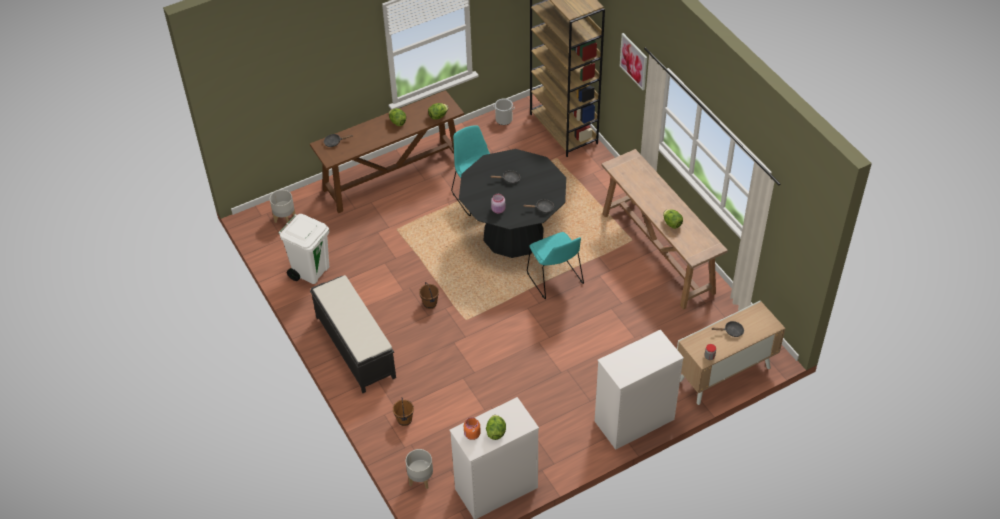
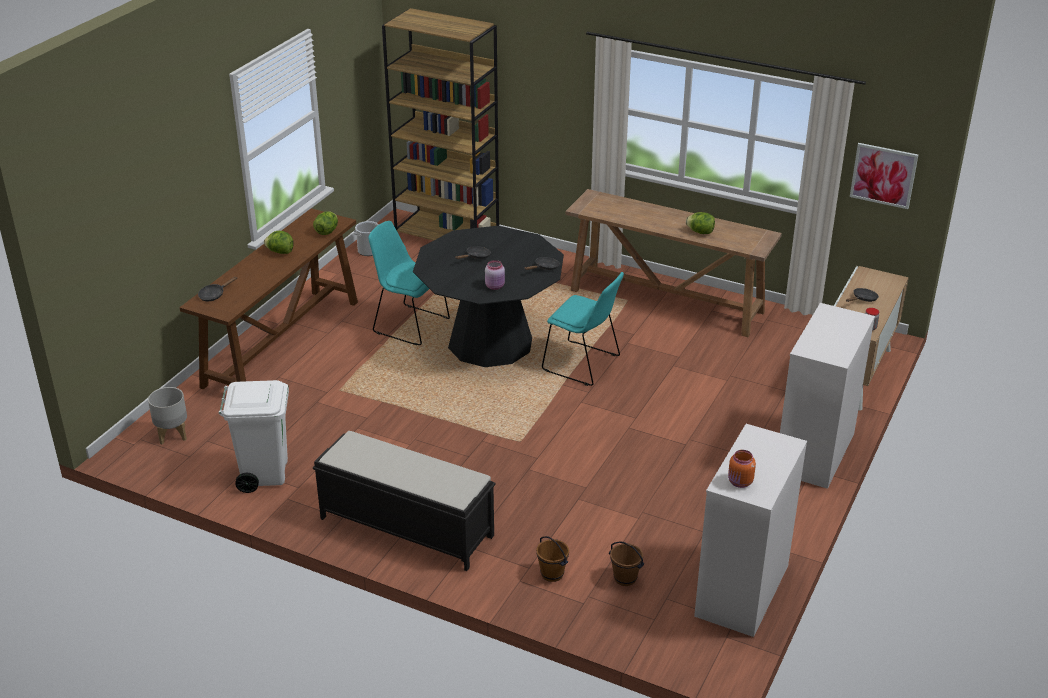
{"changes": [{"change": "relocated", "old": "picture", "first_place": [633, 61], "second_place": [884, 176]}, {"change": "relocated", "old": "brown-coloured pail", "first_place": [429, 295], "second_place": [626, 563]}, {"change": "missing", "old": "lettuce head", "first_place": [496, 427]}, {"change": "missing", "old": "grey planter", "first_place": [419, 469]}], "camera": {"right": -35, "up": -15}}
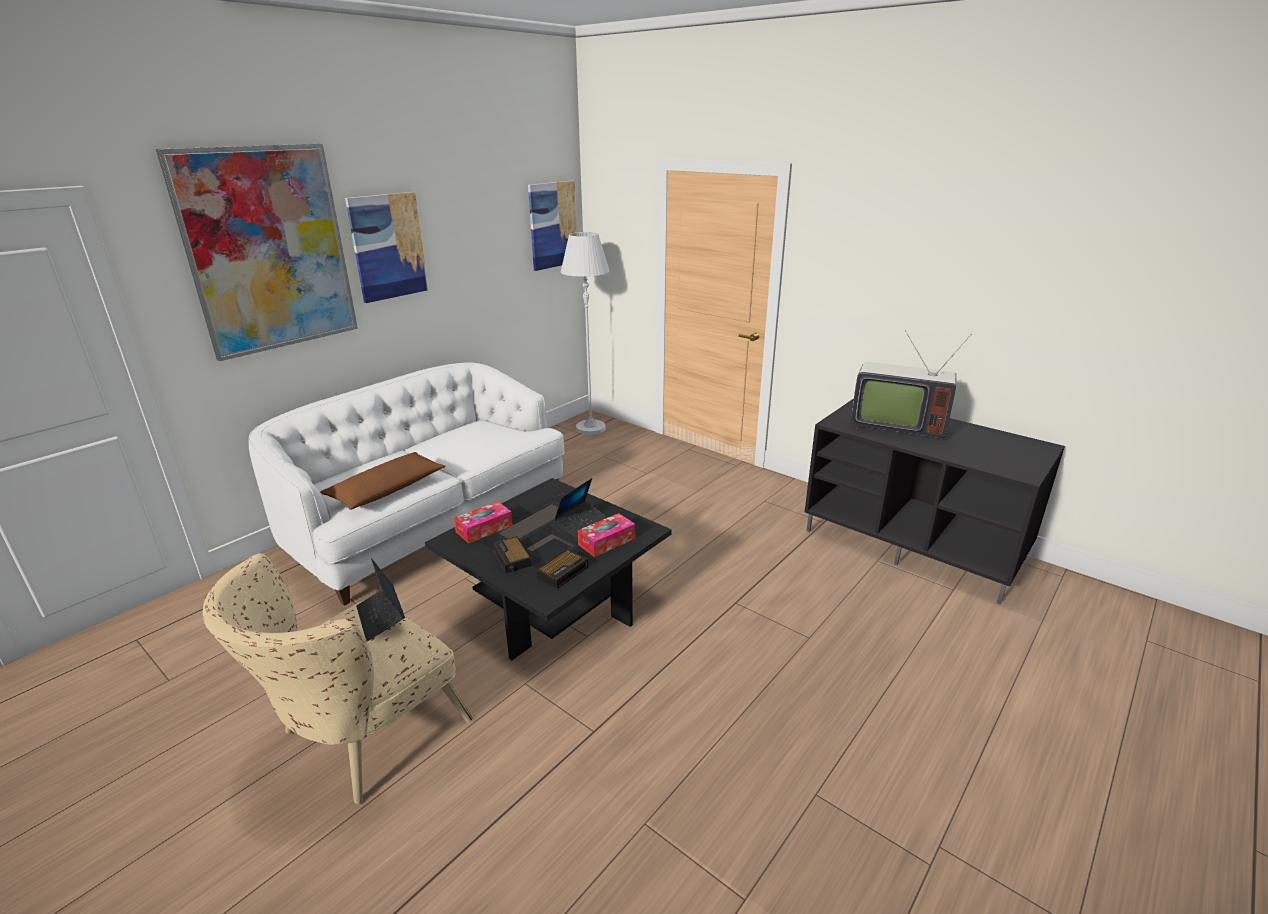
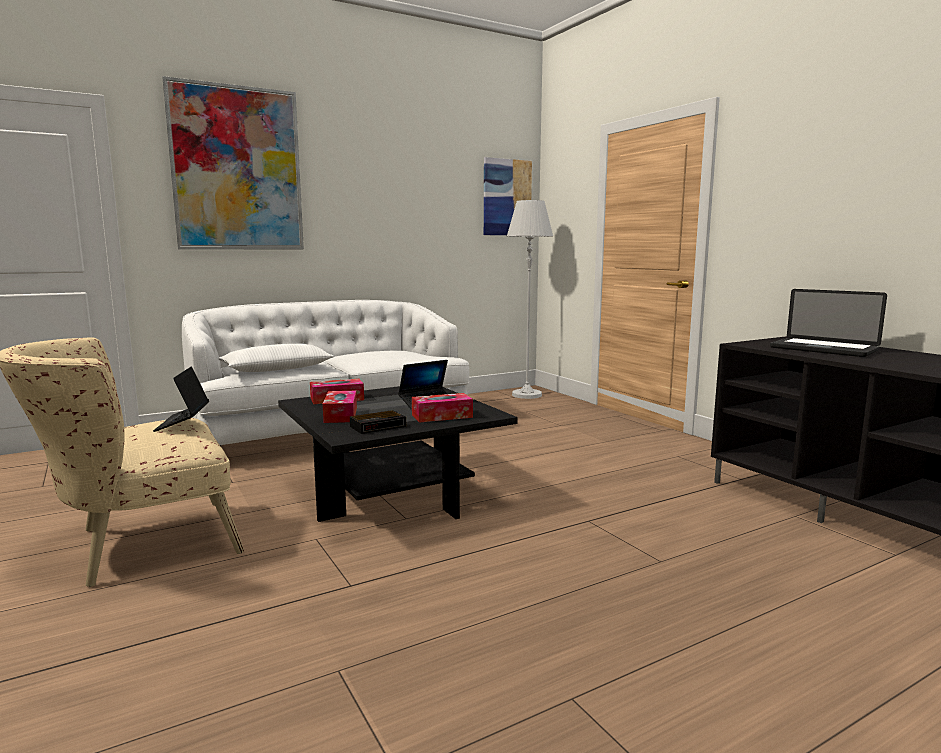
{"changes": [{"change": "missing", "old": "picture", "first_place": [387, 247]}, {"change": "exchanged", "old": "TV", "new": "portable computer", "first_place": [911, 385], "second_place": [828, 323]}, {"change": "colour", "old": "brown-coloured pillow", "new": "white-coloured pillow", "first_place": [383, 481], "second_place": [276, 358]}, {"change": "exchanged", "old": "alarm clock", "new": "tissue holder", "first_place": [512, 554], "second_place": [340, 407]}], "camera": {"right": 20, "up": -15}}
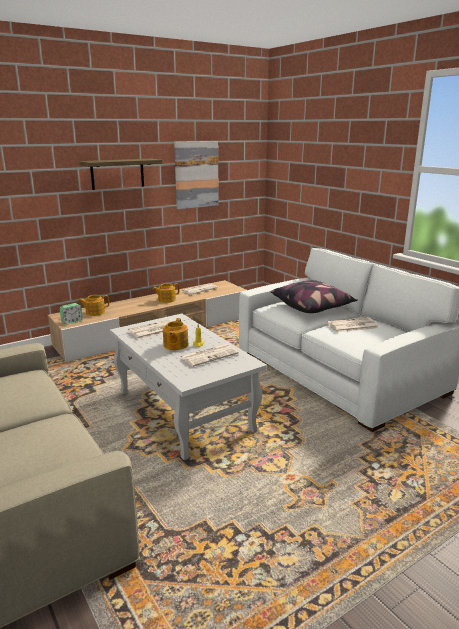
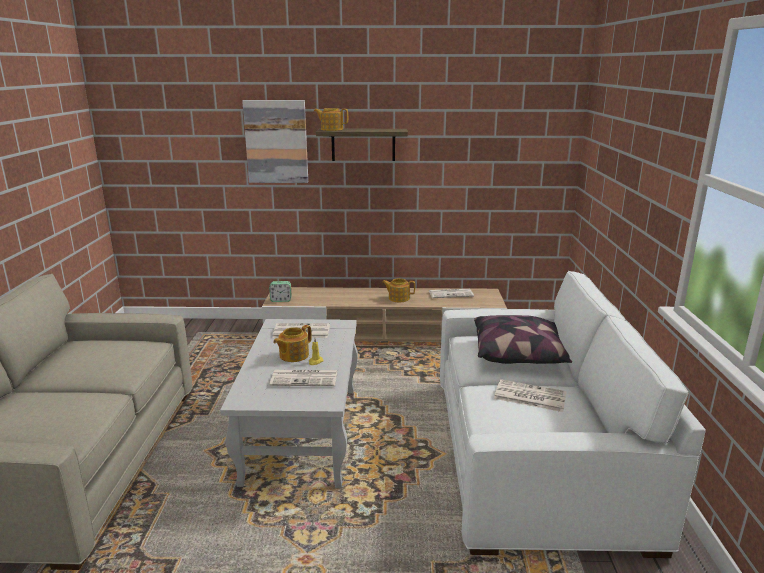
{"changes": [{"change": "relocated", "old": "picture", "first_place": [196, 175], "second_place": [275, 141]}, {"change": "relocated", "old": "teapot", "first_place": [93, 305], "second_place": [331, 119]}], "camera": {"right": 35, "up": 0}}
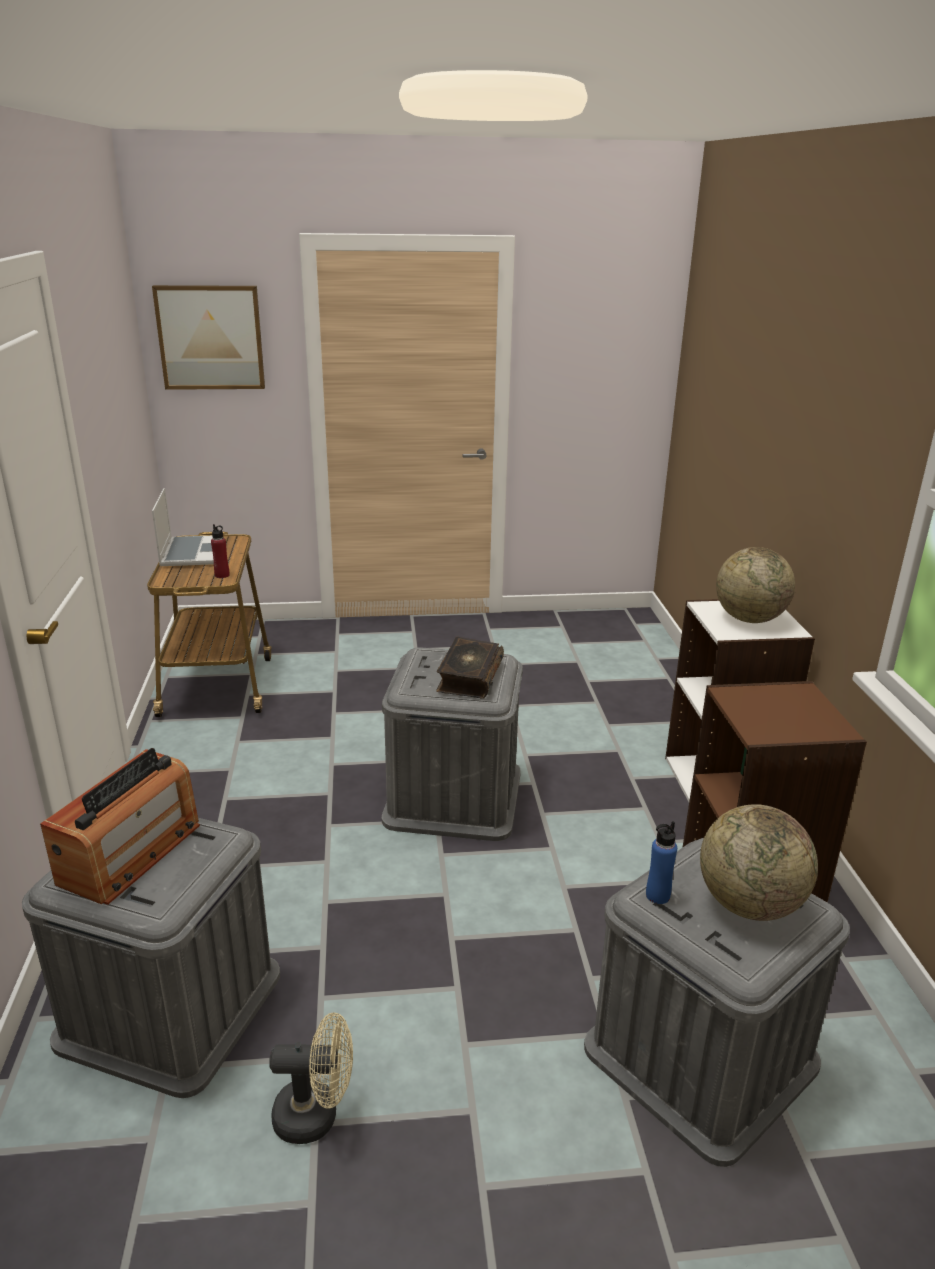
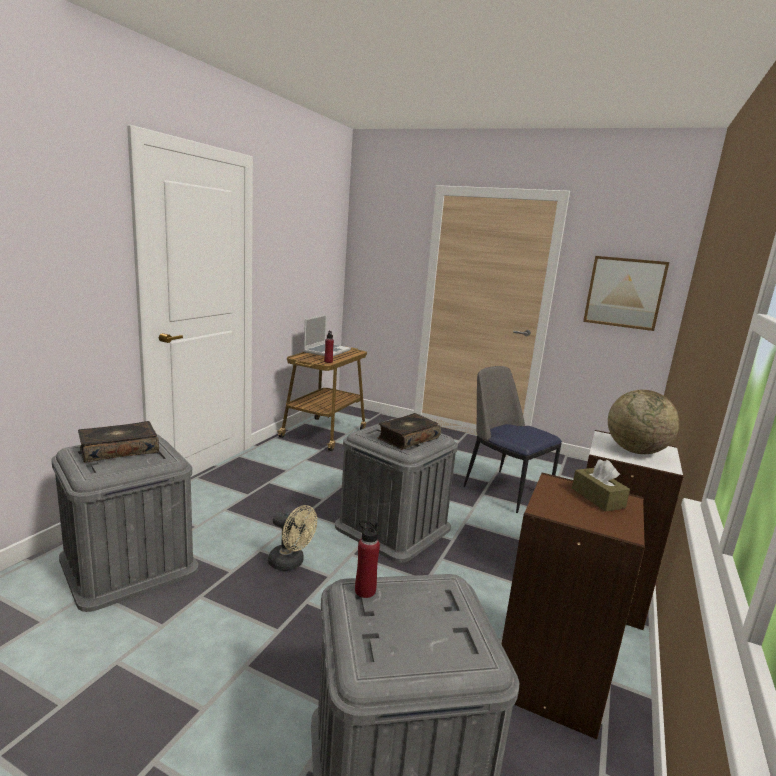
{"changes": [{"change": "relocated", "old": "picture", "first_place": [208, 337], "second_place": [626, 293]}, {"change": "exchanged", "old": "radio", "new": "bound book", "first_place": [120, 826], "second_place": [118, 442]}, {"change": "missing", "old": "globe", "first_place": [759, 862]}, {"change": "colour", "old": "blue drink bottle", "new": "red drink bottle", "first_place": [661, 862], "second_place": [367, 559]}, {"change": "relocated", "old": "beige-coloured fan", "first_place": [311, 1078], "second_place": [292, 538]}, {"change": "appeared", "new": "plain chair", "second_place": [513, 439]}, {"change": "appeared", "new": "brown-coloured tissue holder", "second_place": [601, 485]}], "camera": {"right": 30, "up": -10}}
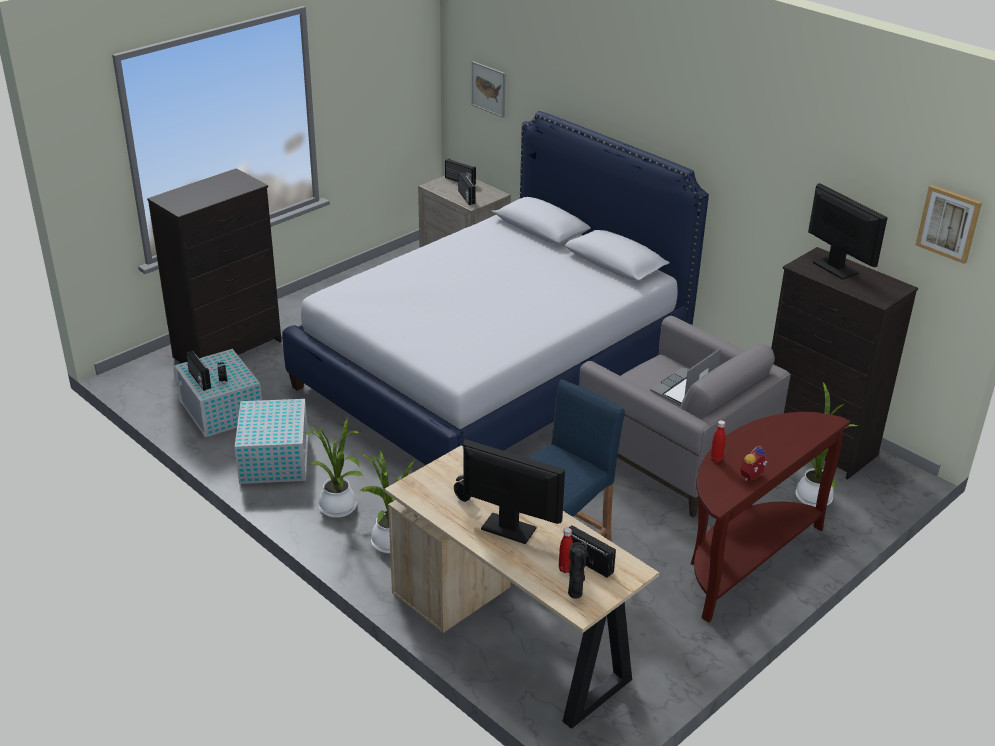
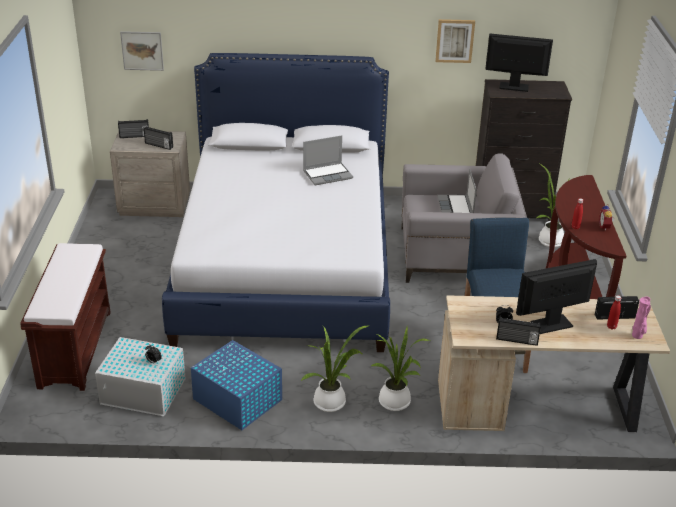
{"changes": [{"change": "exchanged", "old": "black drawer chest", "new": "brown-coloured long seat", "first_place": [214, 265], "second_place": [65, 317]}, {"change": "relocated", "old": "picture", "first_place": [949, 224], "second_place": [455, 41]}, {"change": "relocated", "old": "radio", "first_place": [198, 370], "second_place": [518, 331]}, {"change": "colour", "old": "white-coloured storage box", "new": "blue storage box", "first_place": [271, 441], "second_place": [236, 385]}, {"change": "colour", "old": "black flower vase", "new": "pink flower vase", "first_place": [578, 570], "second_place": [641, 318]}, {"change": "appeared", "new": "portable computer", "second_place": [328, 160]}], "camera": {"right": -45, "up": 0}}
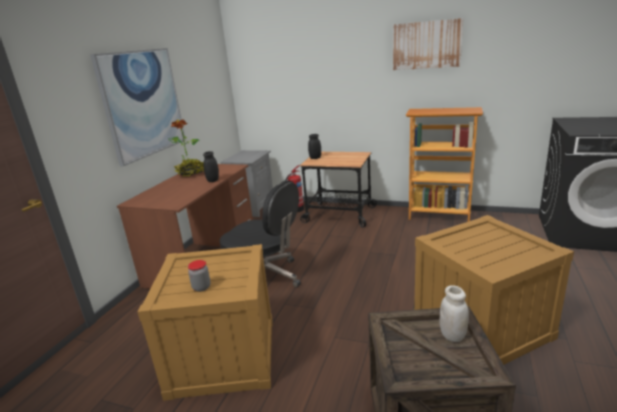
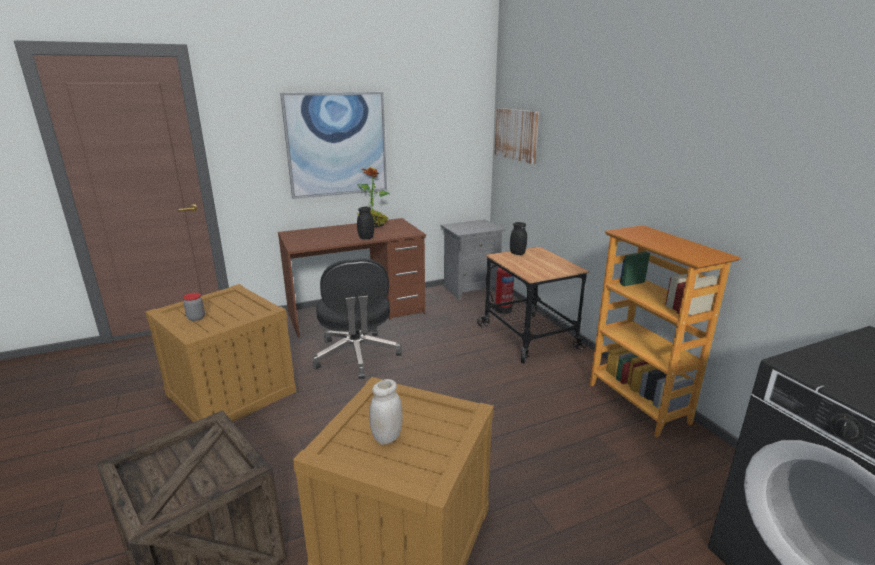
{"changes": [{"change": "relocated", "old": "picture", "first_place": [428, 44], "second_place": [516, 136]}, {"change": "relocated", "old": "white-coloured preserve jar", "first_place": [454, 313], "second_place": [386, 412]}], "camera": {"right": 45, "up": 0}}
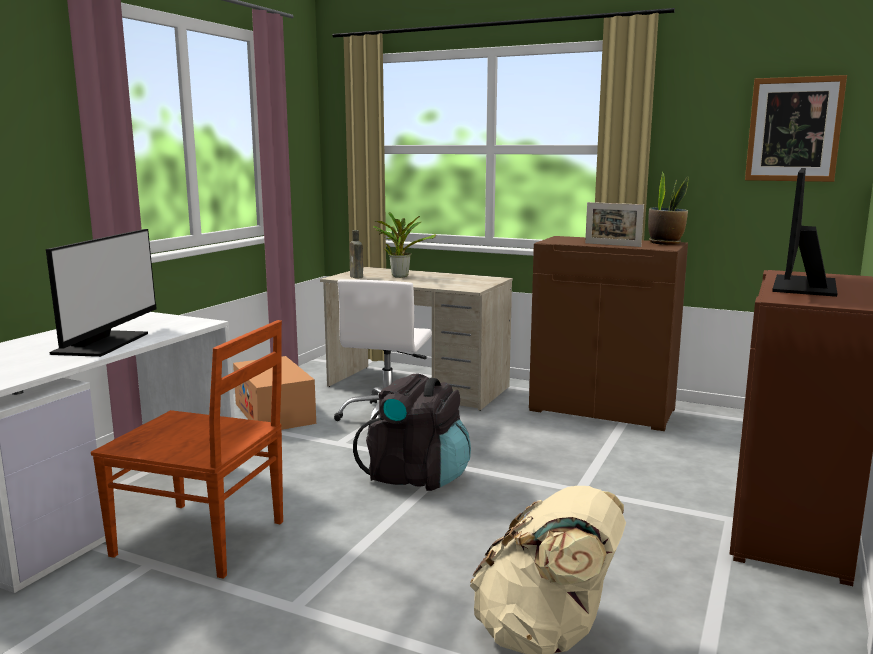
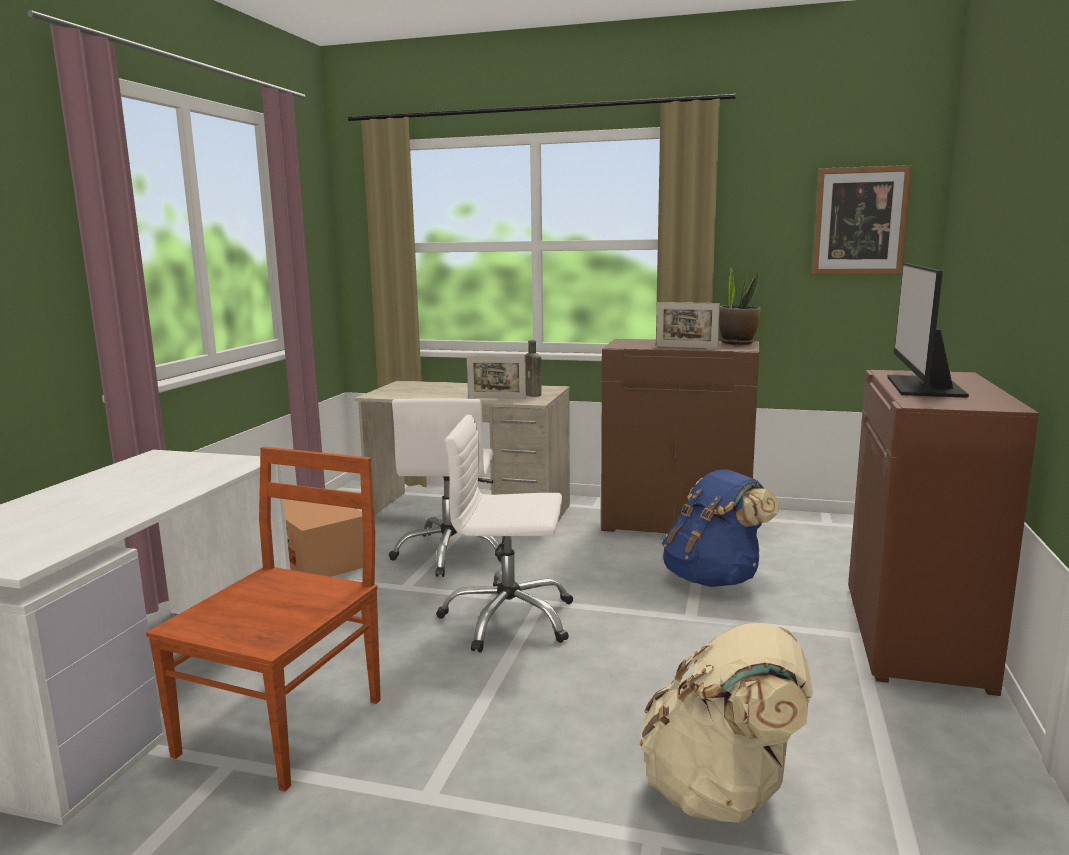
{"changes": [{"change": "missing", "old": "plant in a pot", "first_place": [404, 245]}, {"change": "missing", "old": "computer display", "first_place": [101, 293]}, {"change": "relocated", "old": "brown-coloured drink bottle", "first_place": [356, 254], "second_place": [533, 368]}, {"change": "spun", "old": "brown-coloured plain chair", "first_place": [187, 449], "second_place": [263, 619], "degrees": -75}, {"change": "exchanged", "old": "black rucksack", "new": "white-coloured computer chair", "first_place": [412, 432], "second_place": [504, 533]}, {"change": "appeared", "new": "picture frame", "second_place": [496, 377]}, {"change": "appeared", "new": "blue rucksack", "second_place": [721, 528]}], "camera": {"right": -10, "up": 0}}
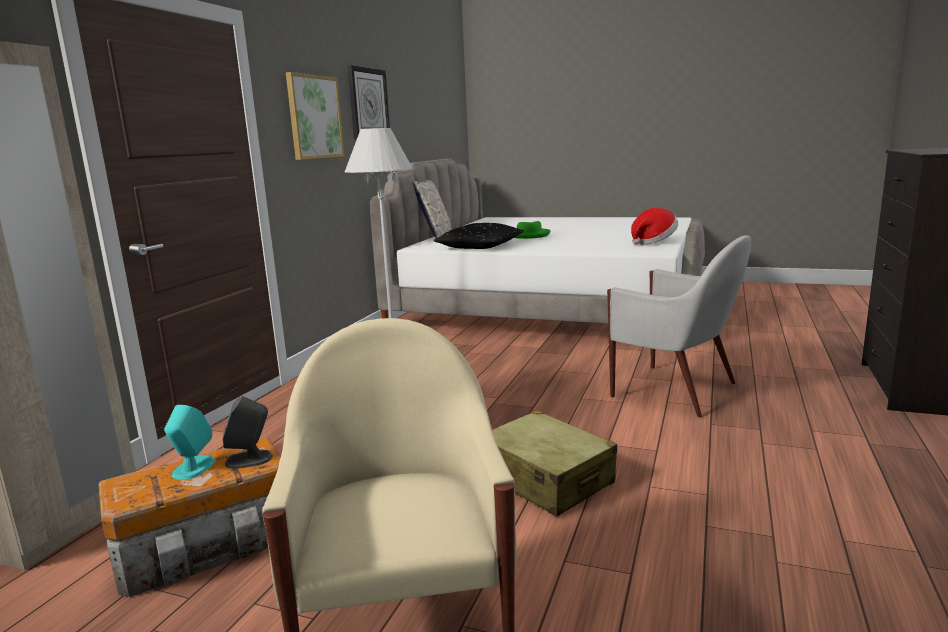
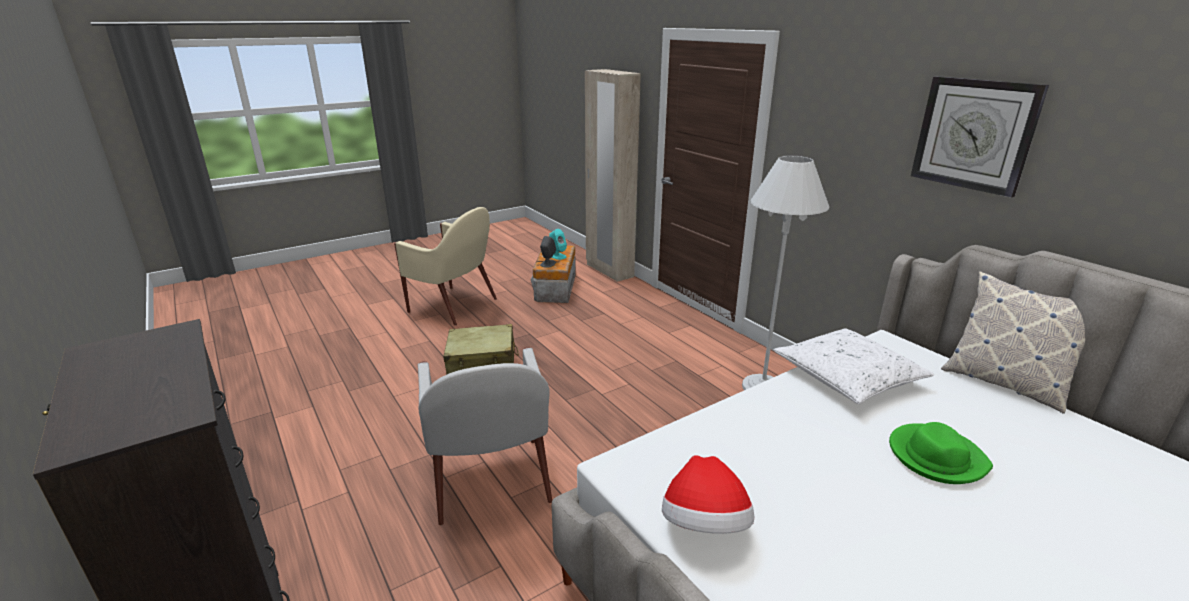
{"changes": [{"change": "missing", "old": "picture", "first_place": [315, 116]}, {"change": "colour", "old": "black pillow", "new": "white-coloured pillow", "first_place": [478, 236], "second_place": [854, 366]}, {"change": "spun", "old": "white-coloured easy chair", "first_place": [679, 326], "second_place": [485, 436], "degrees": -90}], "camera": {"right": 125, "up": 10}}
